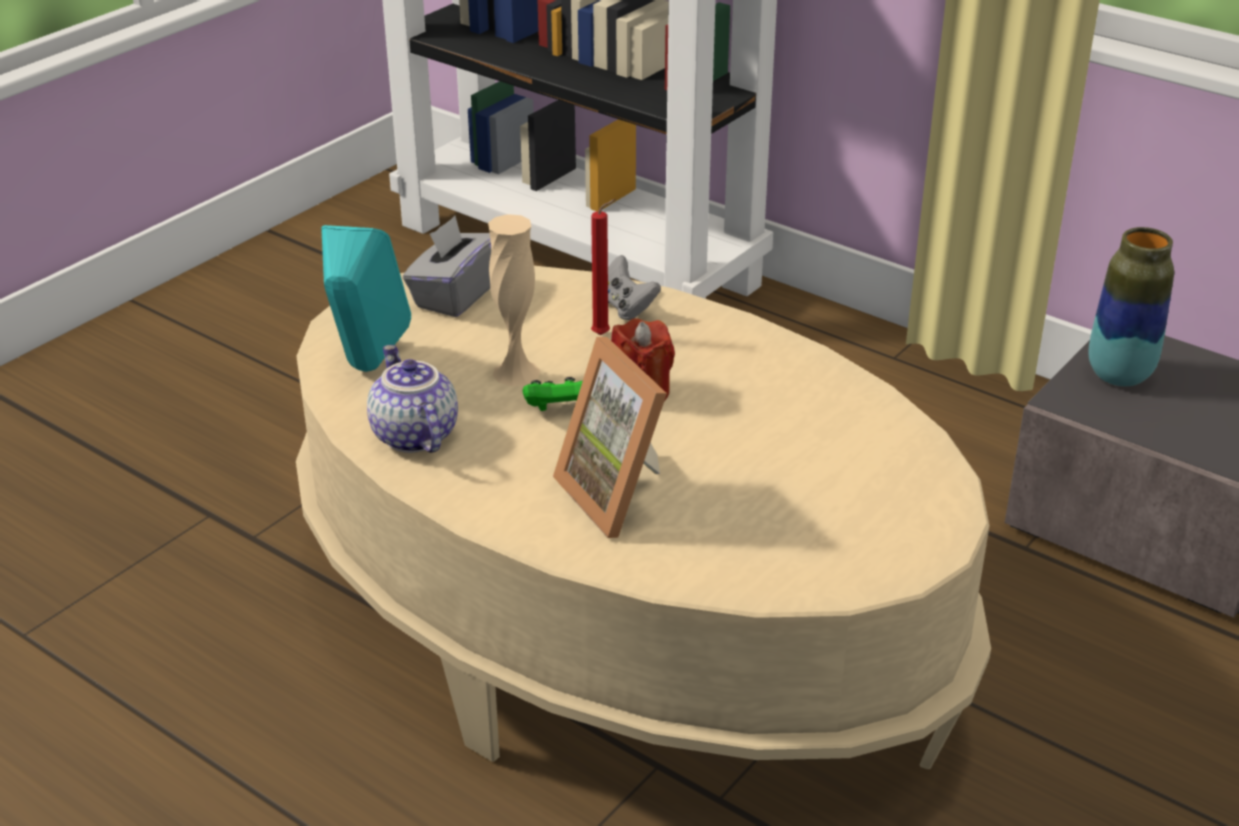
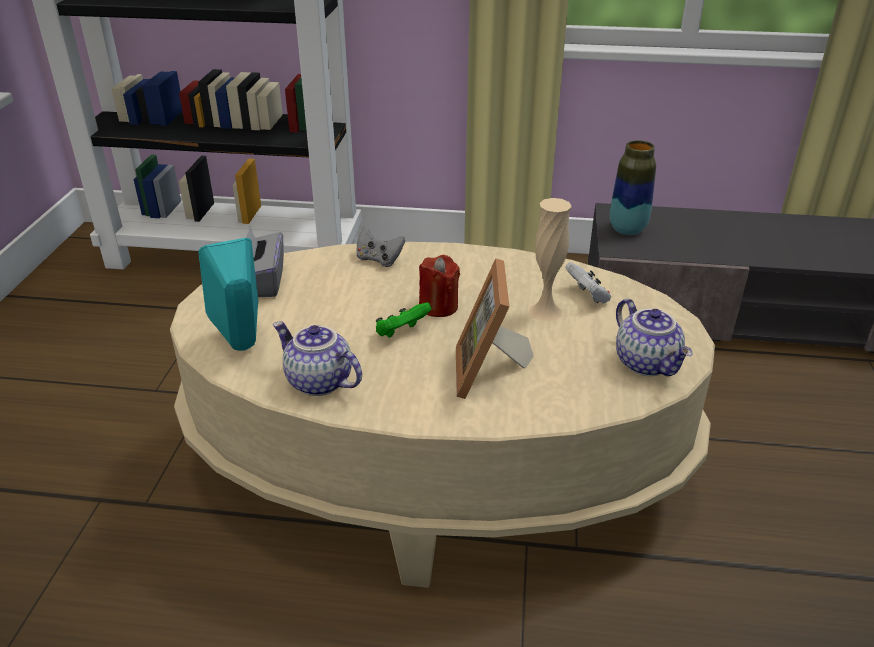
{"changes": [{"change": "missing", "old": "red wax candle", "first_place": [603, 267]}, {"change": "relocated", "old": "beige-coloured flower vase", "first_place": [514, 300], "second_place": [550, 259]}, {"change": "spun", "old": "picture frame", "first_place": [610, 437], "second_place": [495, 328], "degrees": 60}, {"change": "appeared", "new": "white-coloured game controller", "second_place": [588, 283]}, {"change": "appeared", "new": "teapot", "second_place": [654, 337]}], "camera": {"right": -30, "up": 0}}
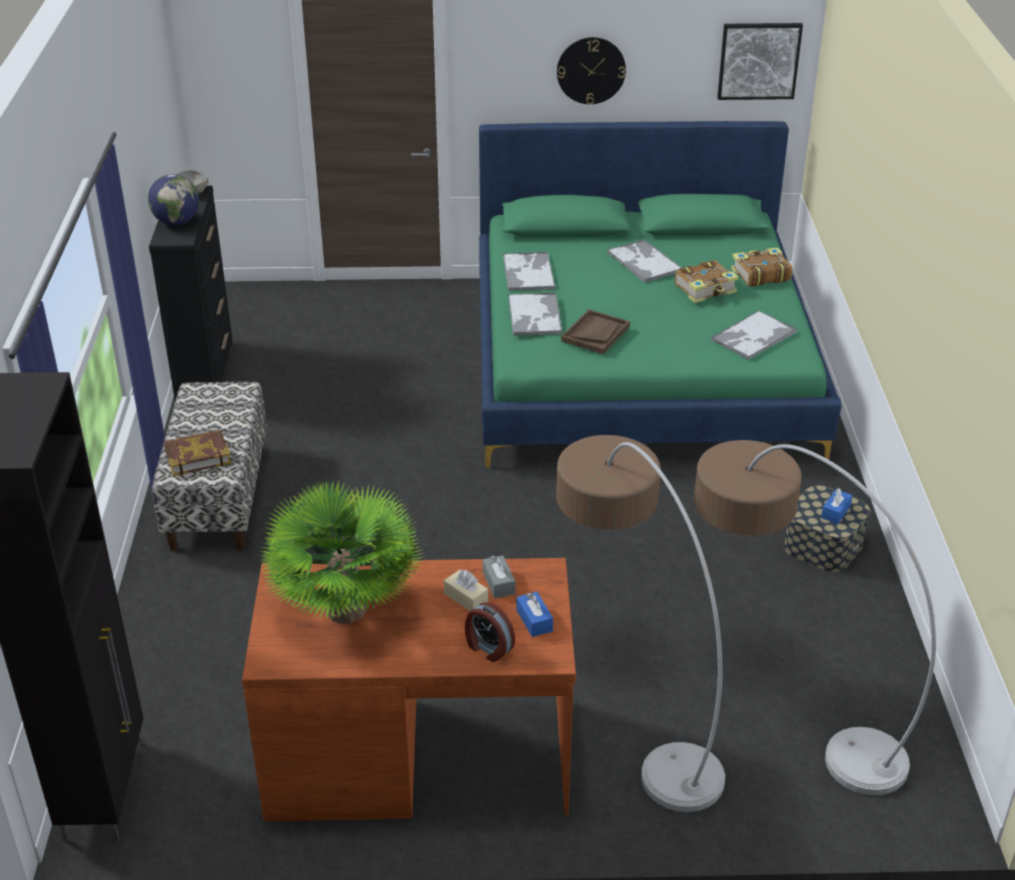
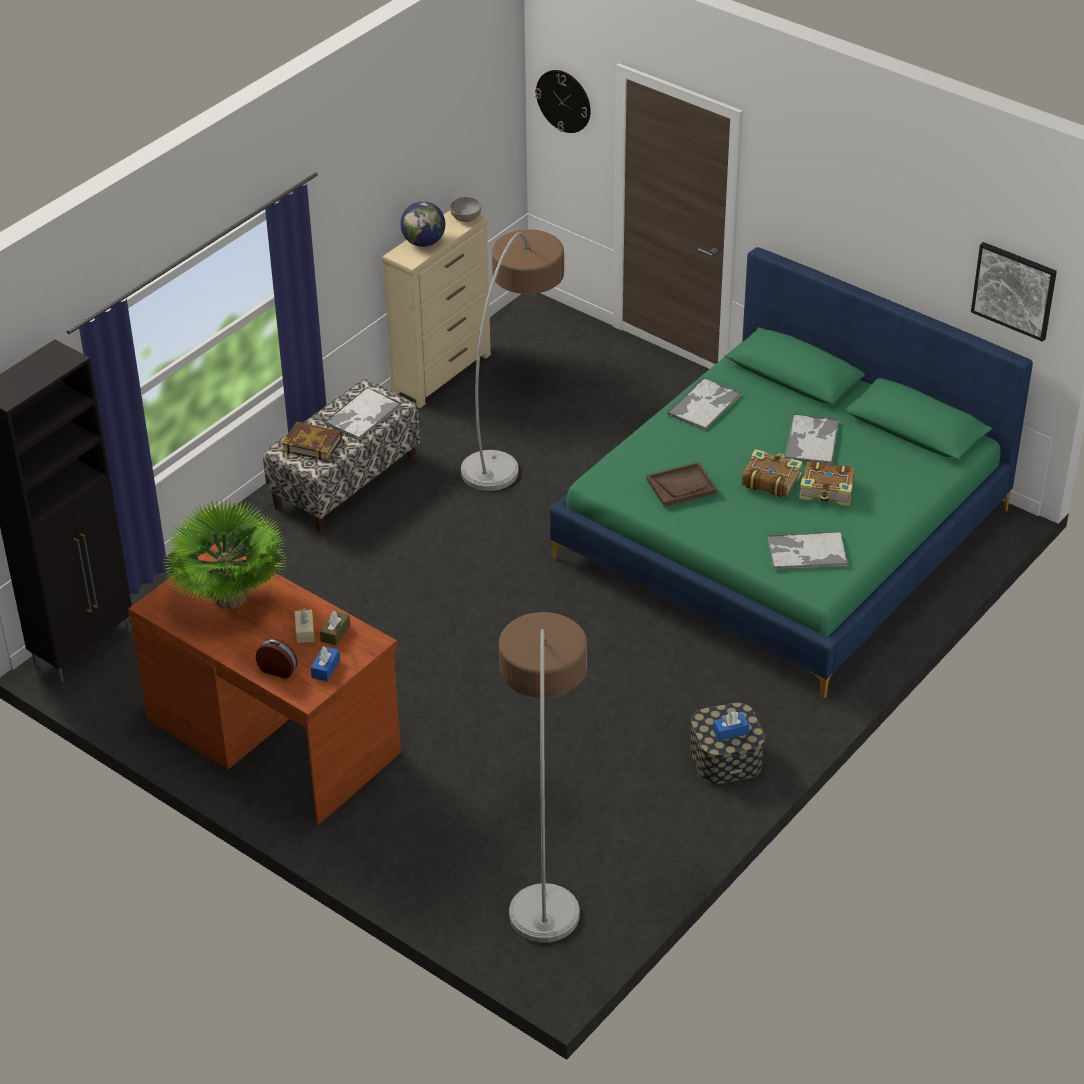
{"changes": [{"change": "relocated", "old": "clock on the wall", "first_place": [591, 71], "second_place": [563, 101]}, {"change": "colour", "old": "black drawer chest", "new": "beige-coloured drawer chest", "first_place": [191, 293], "second_place": [436, 309]}, {"change": "relocated", "old": "bound book", "first_place": [762, 267], "second_place": [772, 473]}, {"change": "relocated", "old": "serving tray", "first_place": [535, 314], "second_place": [363, 414]}, {"change": "relocated", "old": "standing lamp", "first_place": [640, 623], "second_place": [512, 360]}, {"change": "colour", "old": "grey tissue holder", "new": "brown-coloured tissue holder", "first_place": [499, 576], "second_place": [335, 628]}, {"change": "spun", "old": "alarm clock", "first_place": [490, 632], "second_place": [277, 658], "degrees": 120}], "camera": {"right": 40, "up": 5}}
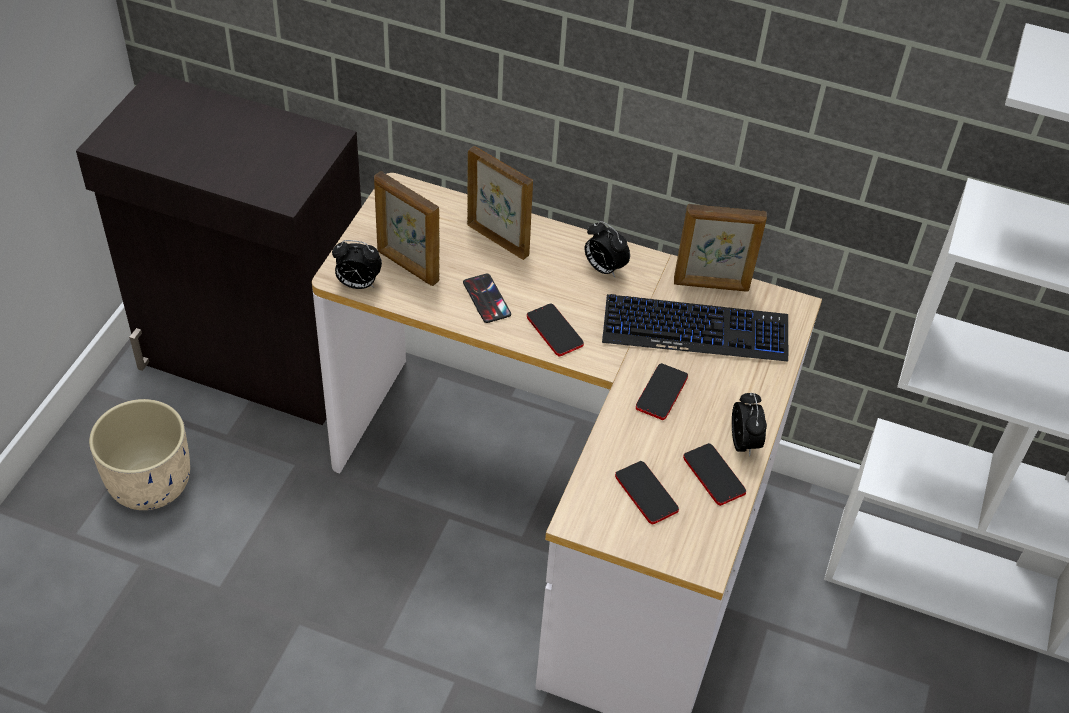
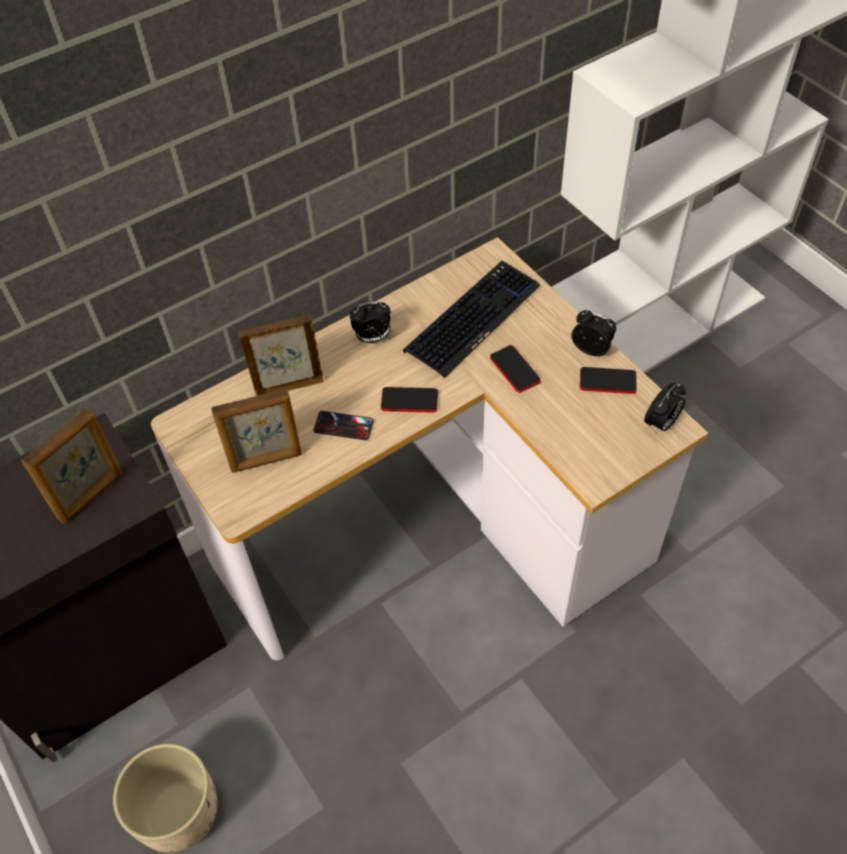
{"changes": [{"change": "relocated", "old": "picture frame", "first_place": [720, 248], "second_place": [72, 465]}, {"change": "relocated", "old": "alarm clock", "first_place": [357, 264], "second_place": [665, 408]}, {"change": "missing", "old": "telephone", "first_place": [647, 492]}], "camera": {"right": -50, "up": 5}}
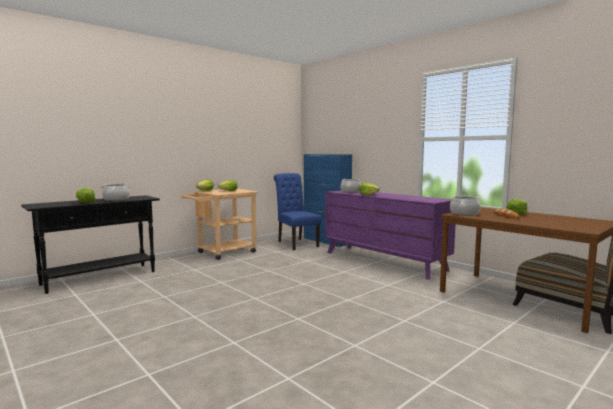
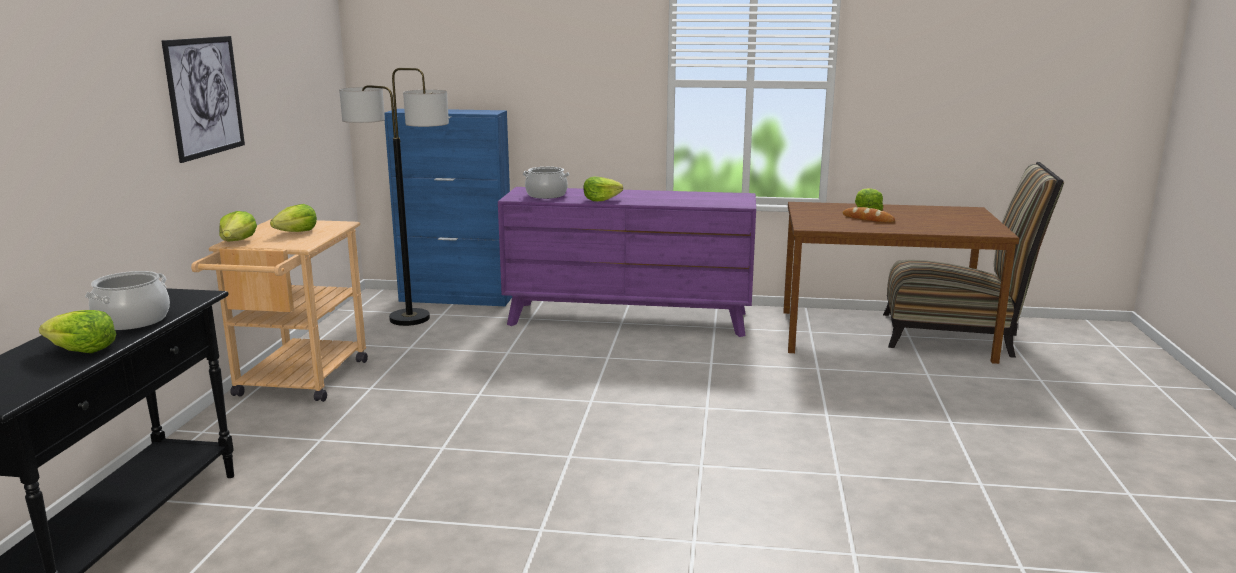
{"changes": [{"change": "exchanged", "old": "blue plain chair", "new": "standing lamp", "first_place": [298, 211], "second_place": [394, 197]}, {"change": "missing", "old": "saucepot", "first_place": [465, 206]}, {"change": "appeared", "new": "picture", "second_place": [203, 99]}], "camera": {"right": -40, "up": 10}}
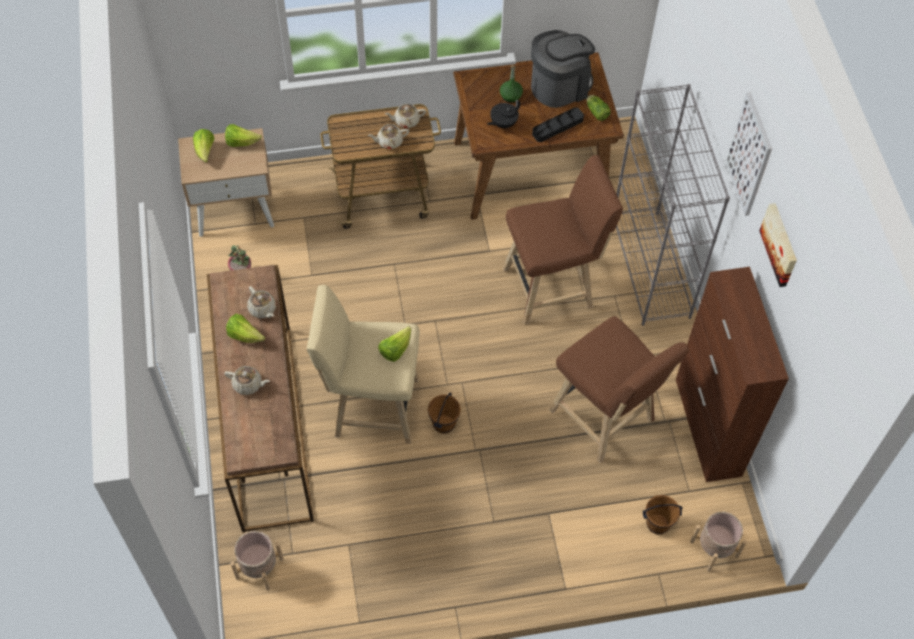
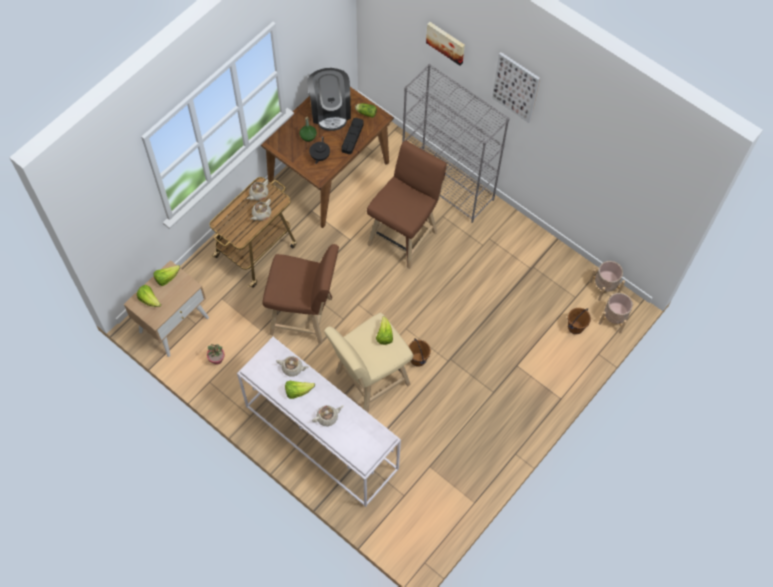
{"changes": [{"change": "spun", "old": "coffee maker", "first_place": [563, 69], "second_place": [329, 99], "degrees": 150}, {"change": "relocated", "old": "picture", "first_place": [778, 245], "second_place": [445, 44]}, {"change": "colour", "old": "brown-coloured hall table", "new": "white-coloured hall table", "first_place": [260, 398], "second_place": [319, 422]}, {"change": "missing", "old": "brown-coloured cabinet", "first_place": [732, 374]}, {"change": "relocated", "old": "brown-coloured sitting stool", "first_place": [619, 389], "second_place": [300, 294]}, {"change": "relocated", "old": "beige-coloured planter", "first_place": [257, 560], "second_place": [607, 281]}], "camera": {"right": -40, "up": 5}}
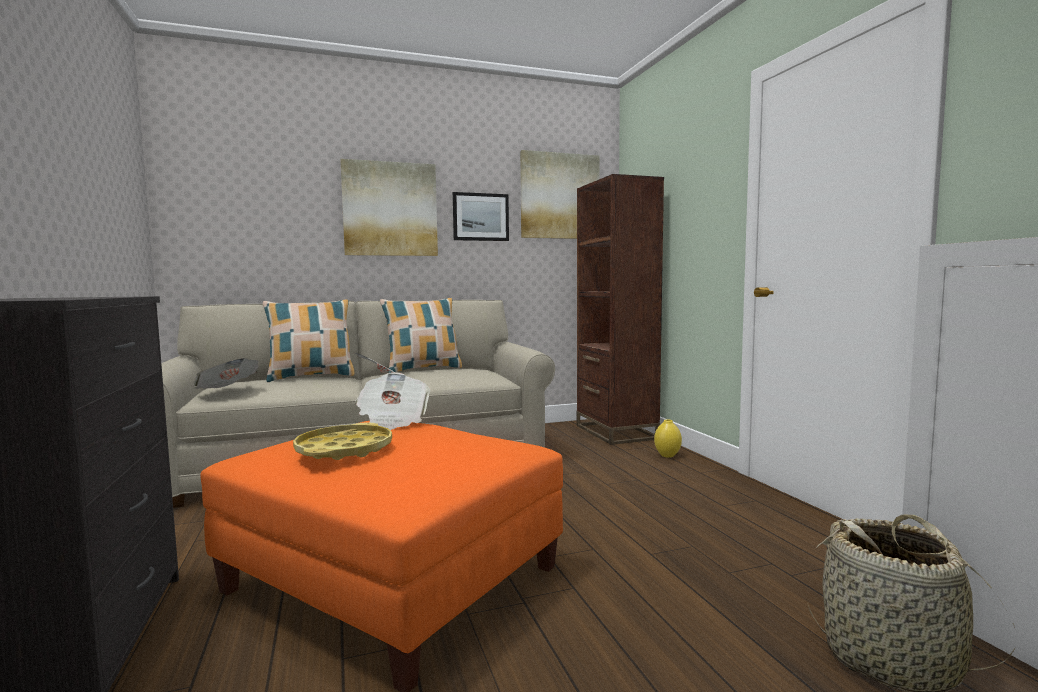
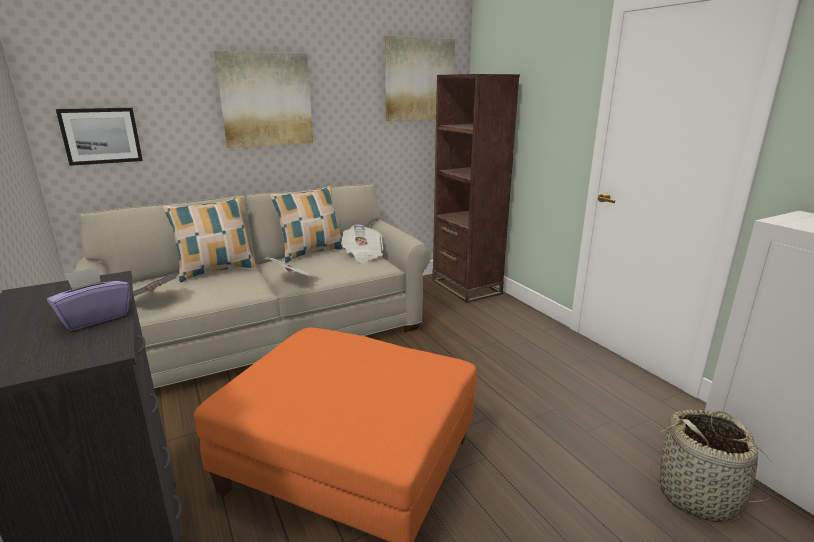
{"changes": [{"change": "relocated", "old": "picture", "first_place": [481, 216], "second_place": [99, 137]}, {"change": "relocated", "old": "daily paper", "first_place": [393, 401], "second_place": [362, 244]}, {"change": "missing", "old": "yellow flower vase", "first_place": [668, 438]}, {"change": "missing", "old": "yellow serving tray", "first_place": [342, 441]}, {"change": "appeared", "new": "purple tissue holder", "second_place": [88, 298]}], "camera": {"right": -10, "up": 15}}
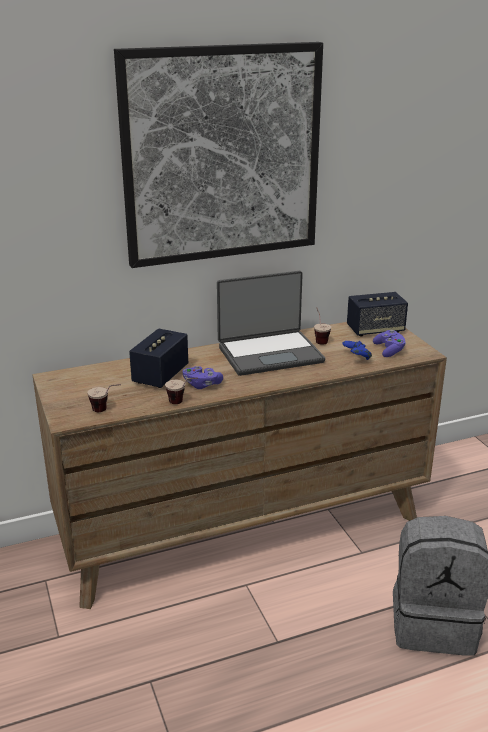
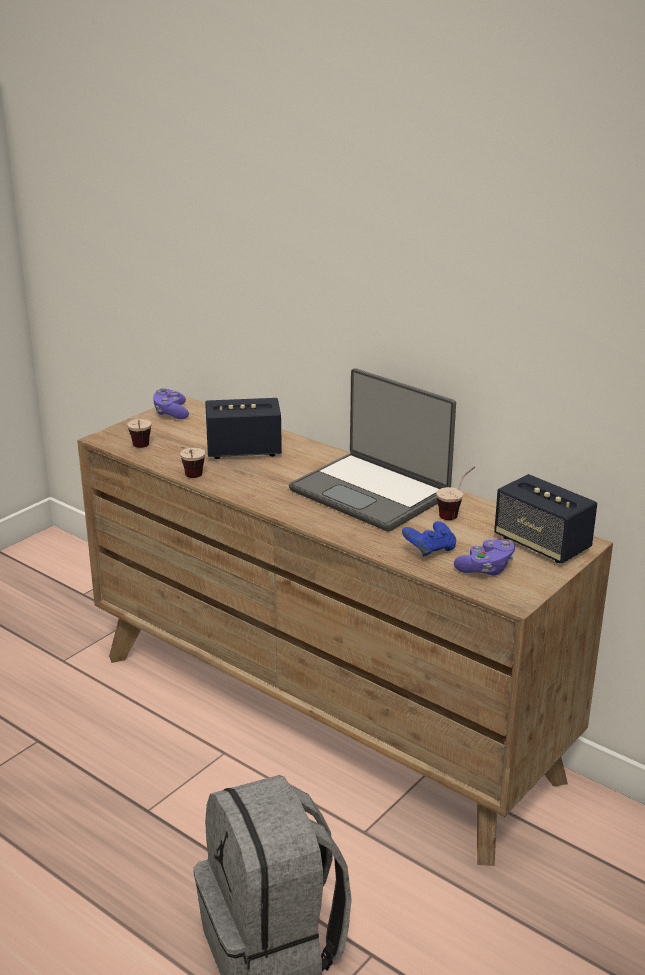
{"changes": [{"change": "missing", "old": "picture", "first_place": [218, 155]}, {"change": "relocated", "old": "purple game controller", "first_place": [202, 377], "second_place": [171, 403]}], "camera": {"right": 60, "up": 0}}
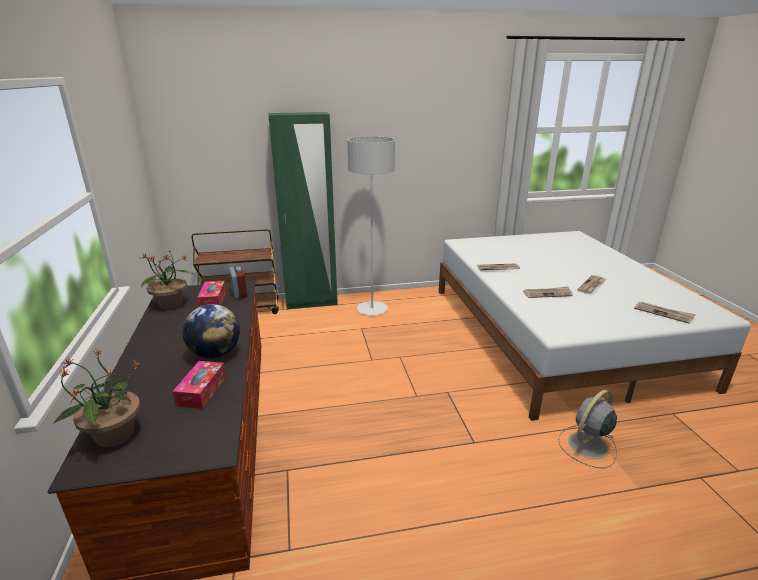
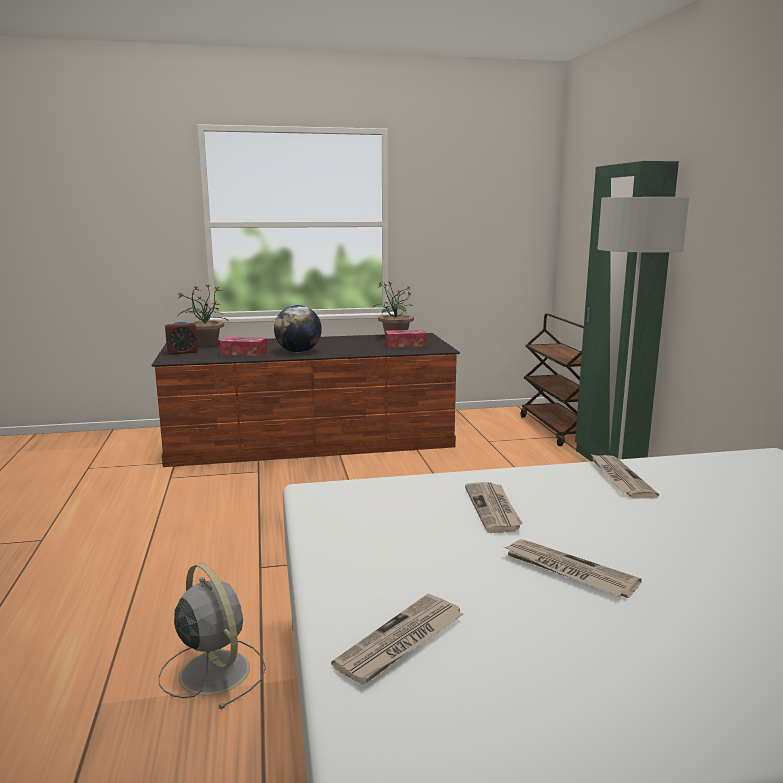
{"changes": [{"change": "relocated", "old": "alarm clock", "first_place": [238, 282], "second_place": [181, 338]}], "camera": {"right": 90, "up": -10}}
